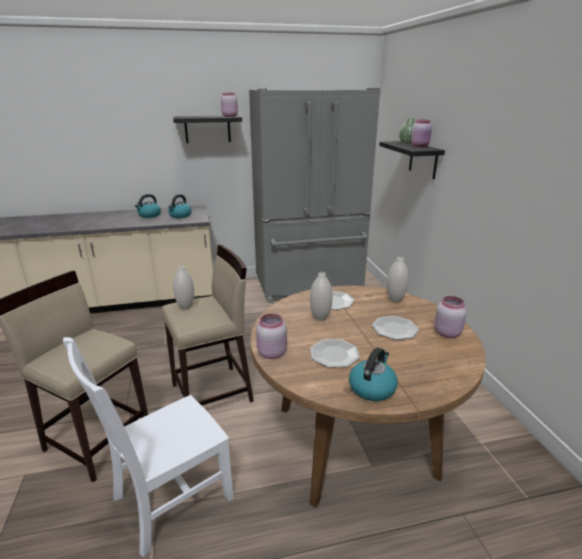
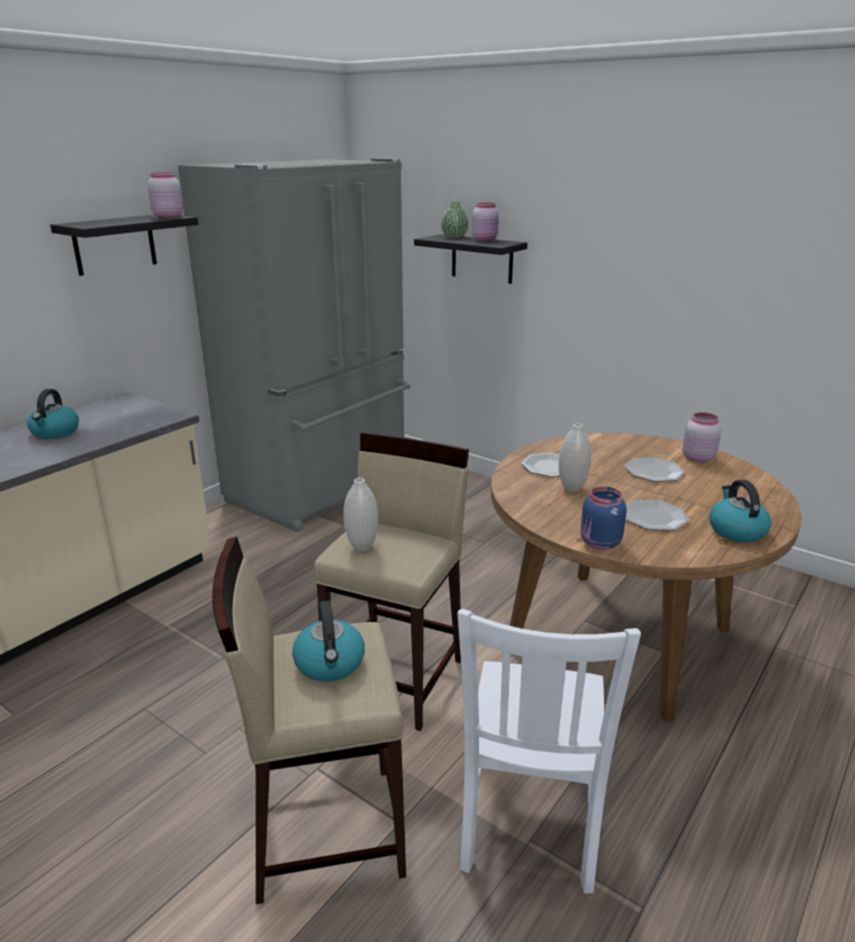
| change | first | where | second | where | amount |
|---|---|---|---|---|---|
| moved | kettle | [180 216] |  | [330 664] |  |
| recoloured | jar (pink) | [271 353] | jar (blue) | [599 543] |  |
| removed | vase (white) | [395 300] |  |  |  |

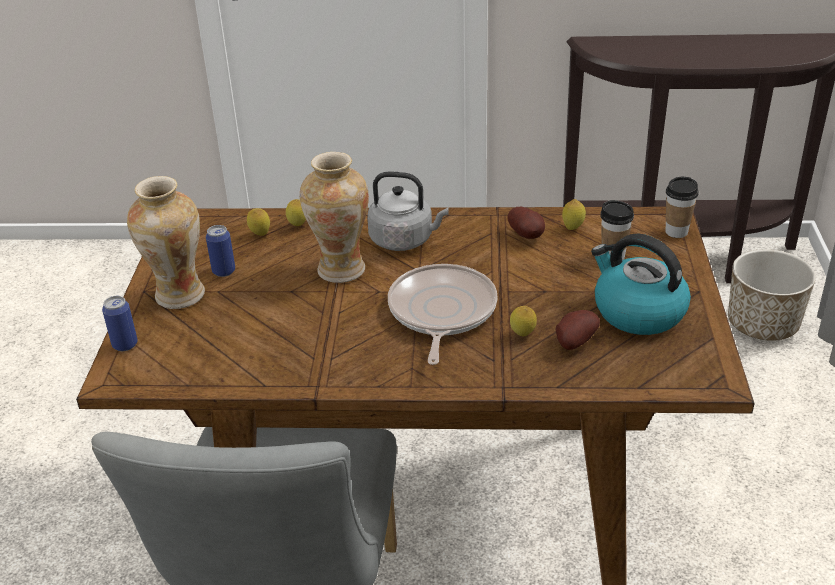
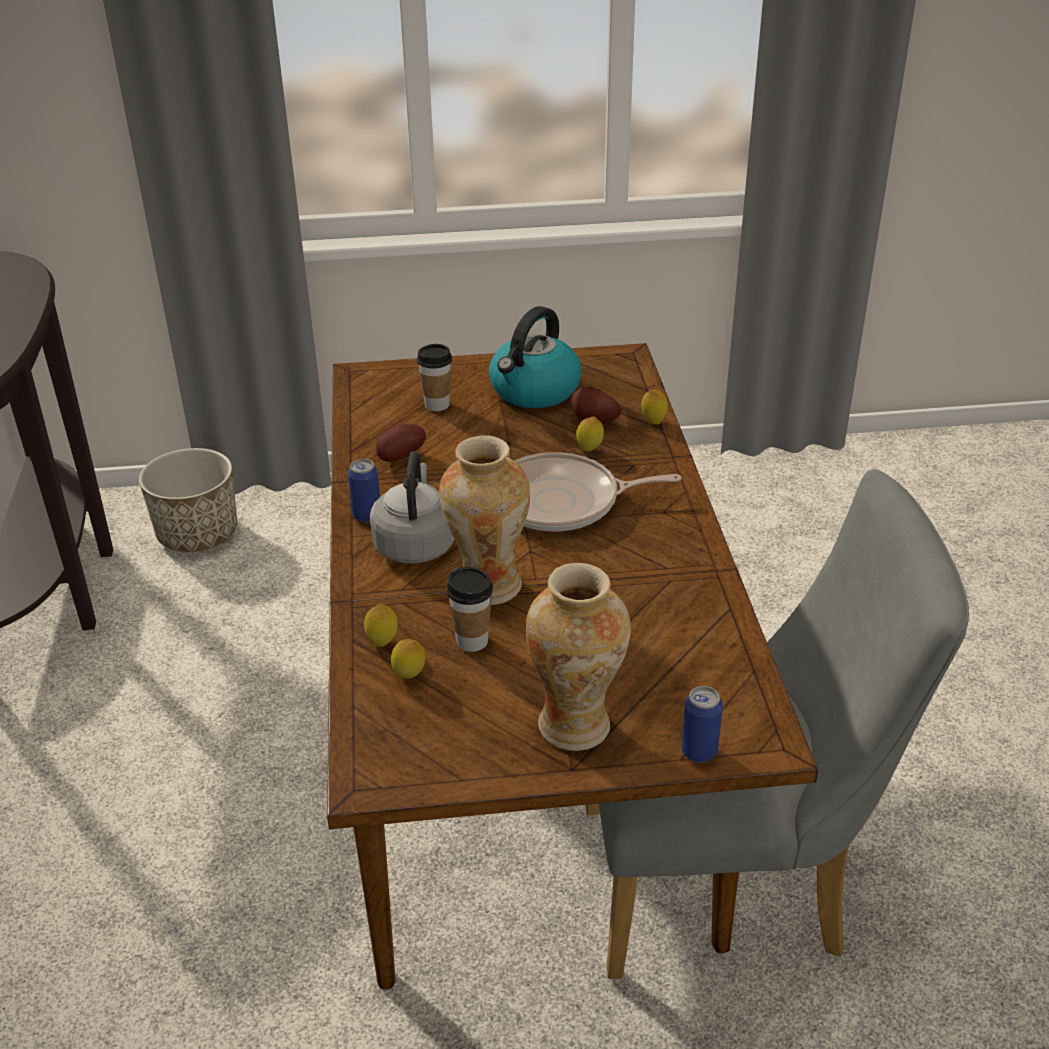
| change | first | where | second | where | amount |
|---|---|---|---|---|---|
| moved | can | [224 271] |  | [367 515] |  |
| moved | cup | [676 232] |  | [472 641] |  |
| moved | lemon | [572 228] |  | [653 422] |  |

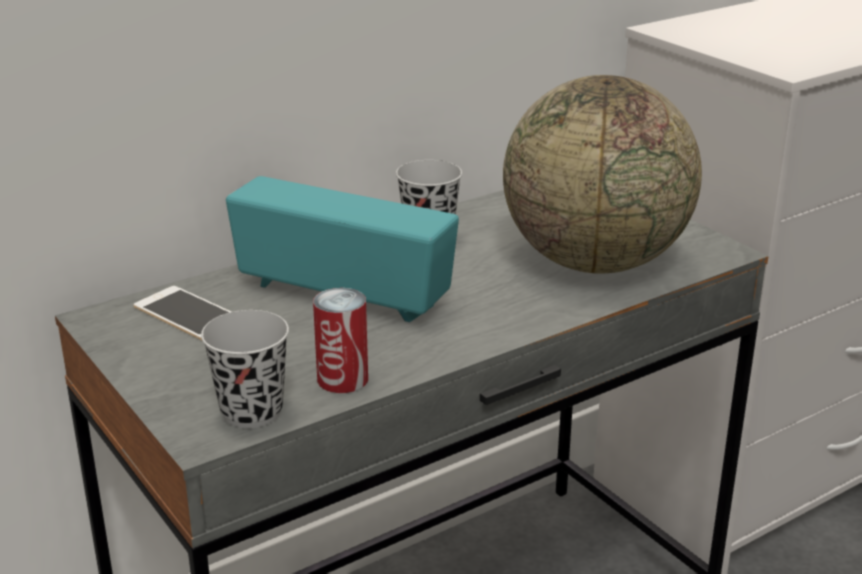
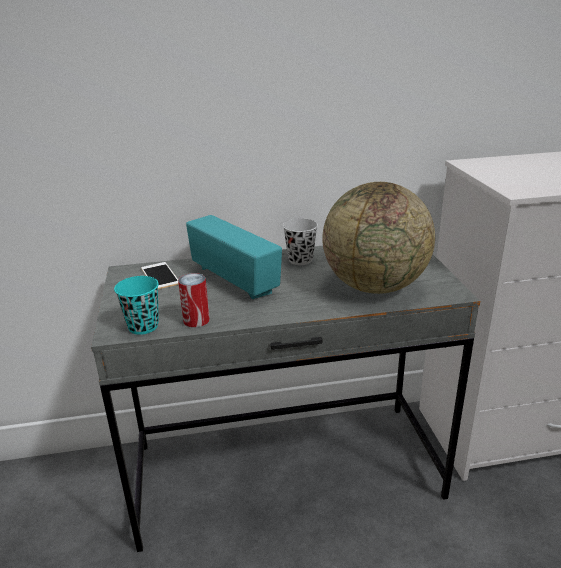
| change | first | where | second | where | amount |
|---|---|---|---|---|---|
| recoloured | cup (black) | [252 412] | cup (turquoise) | [143 326] |  |

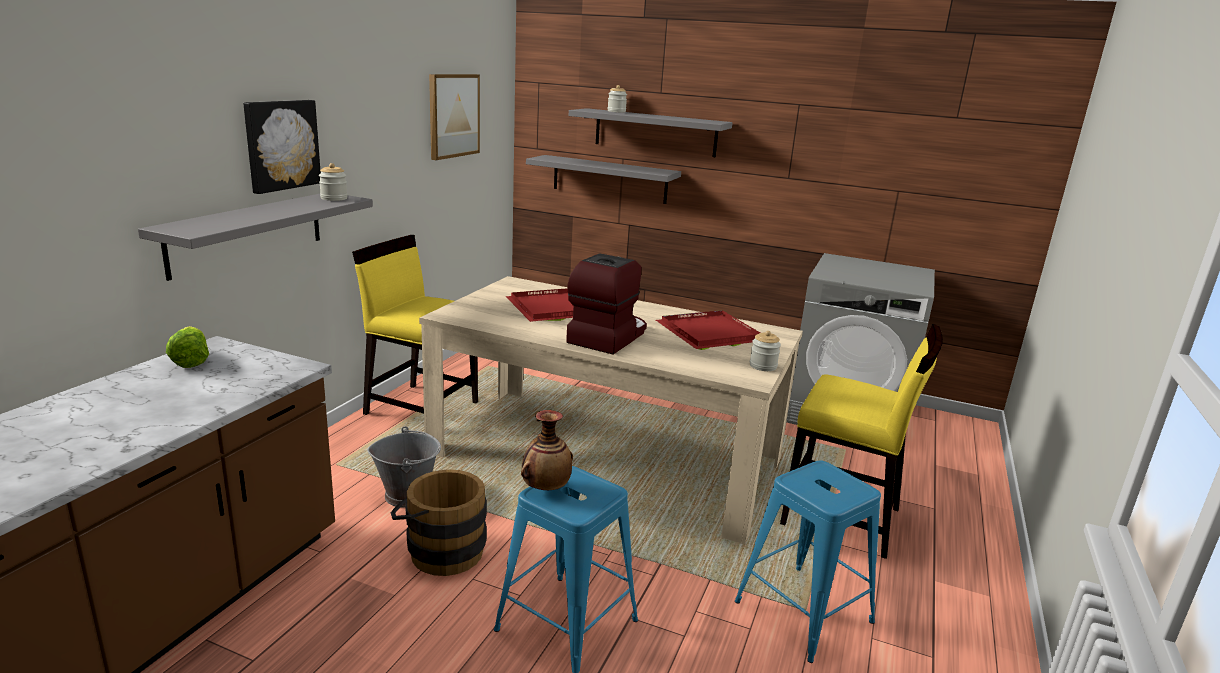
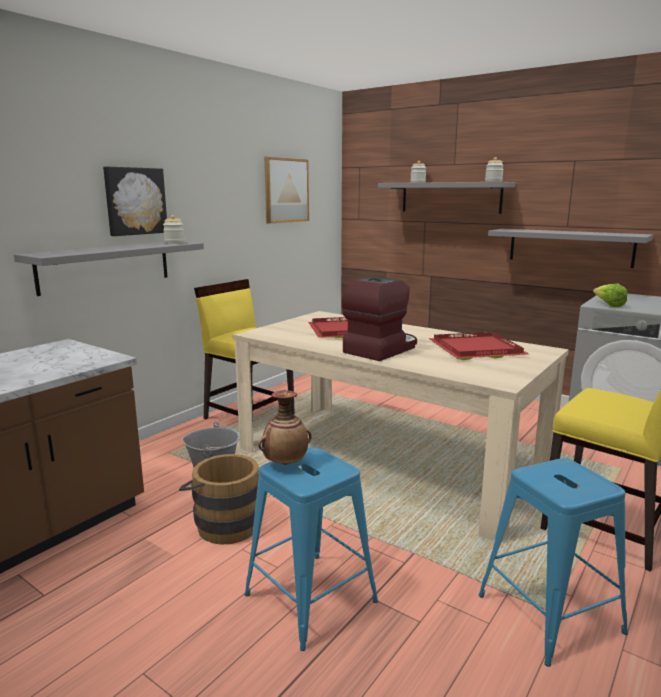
| change | first | where | second | where | amount |
|---|---|---|---|---|---|
| moved | jar | [763 366] |  | [493 181] |  |
| moved | shelf (grey) | [609 179] |  | [570 247] |  |
| moved | lettuce | [190 361] |  | [608 305] |  |

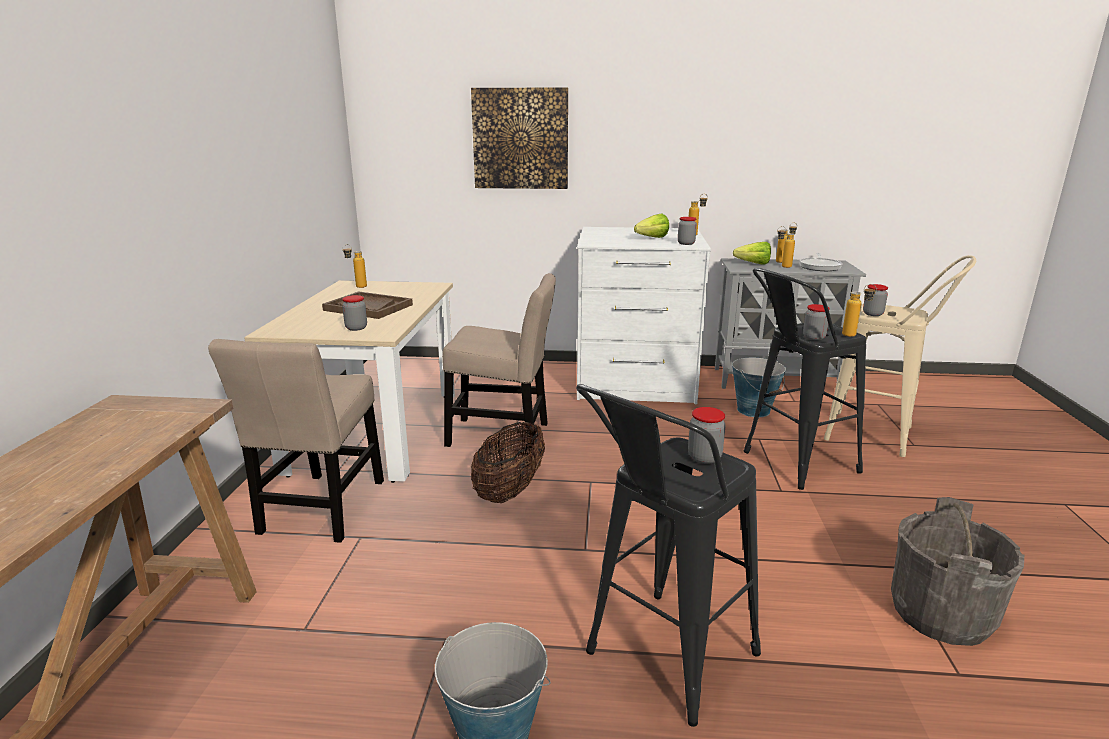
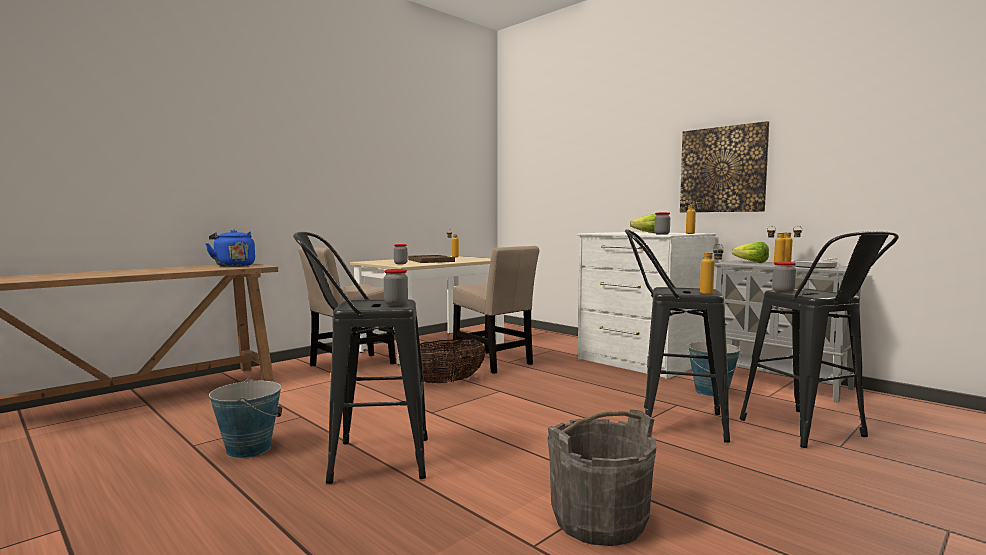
| change | first | where | second | where | amount |
|---|---|---|---|---|---|
| added |  |  | kettle (blue) | [233 265] |  |
| moved | picture | [520 139] |  | [722 169] |  |
| recoloured | stool (beige) | [880 436] | stool (black) | [811 432] |  |
| removed | jar | [814 337] |  |  |  |

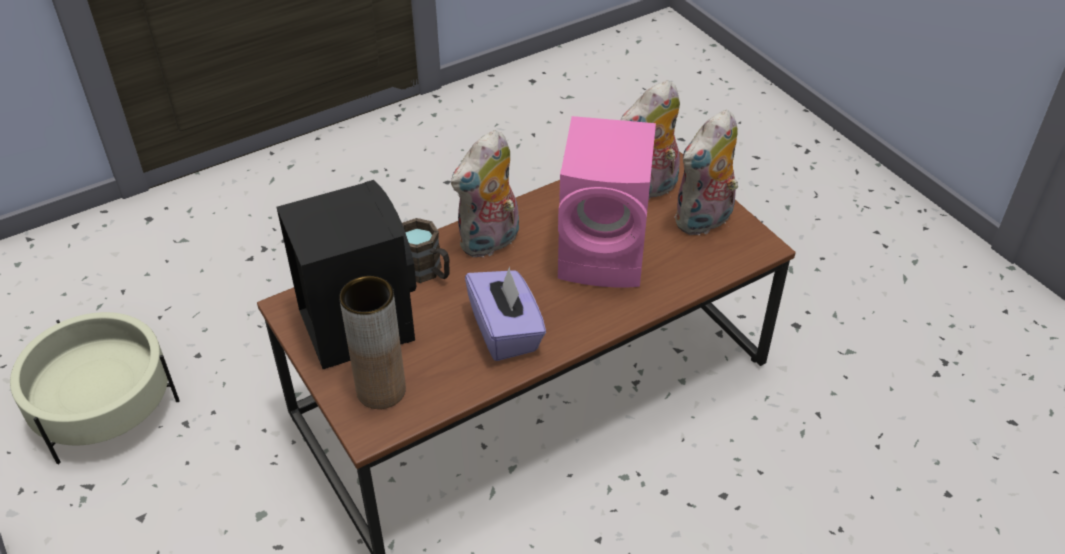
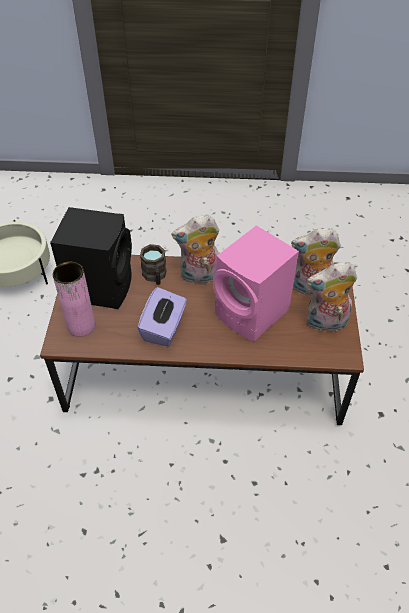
| change | first | where | second | where | amount |
|---|---|---|---|---|---|
| recoloured | vase (brown) | [381 390] | vase (pink) | [81 326] |  |

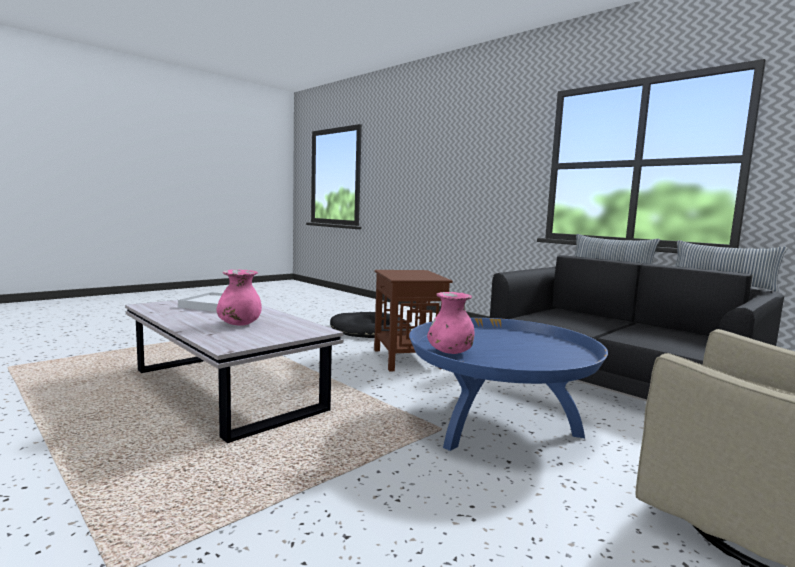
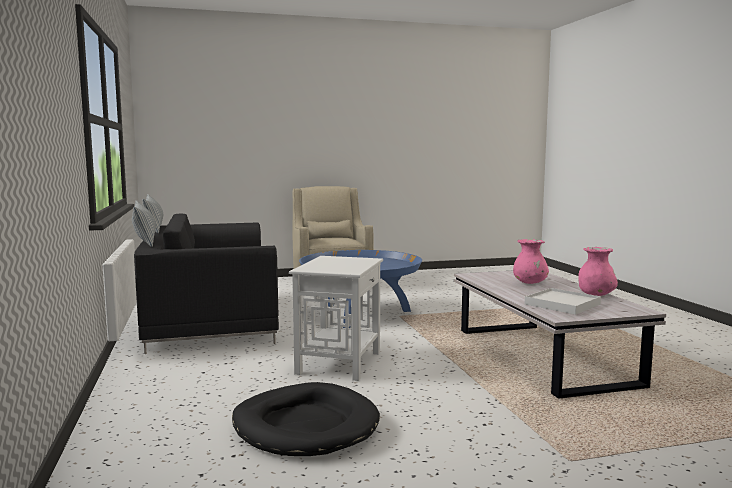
| change | first | where | second | where | amount |
|---|---|---|---|---|---|
| recoloured | side table (brown) | [407 359] | side table (white) | [339 362] |  |
| moved | vase (pink) | [450 352] |  | [596 295] |  |

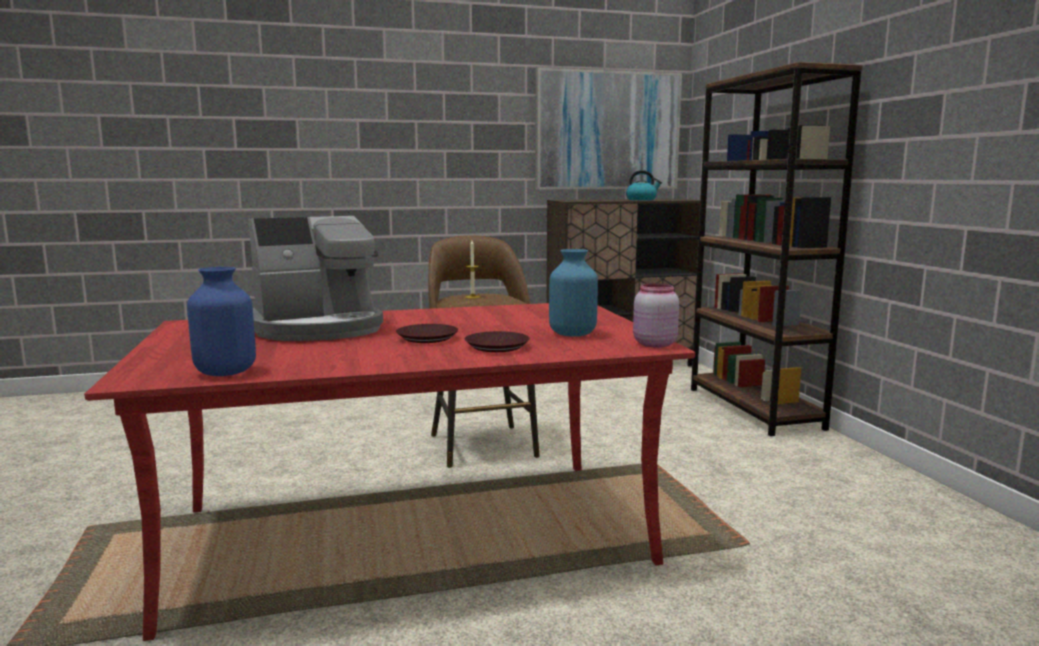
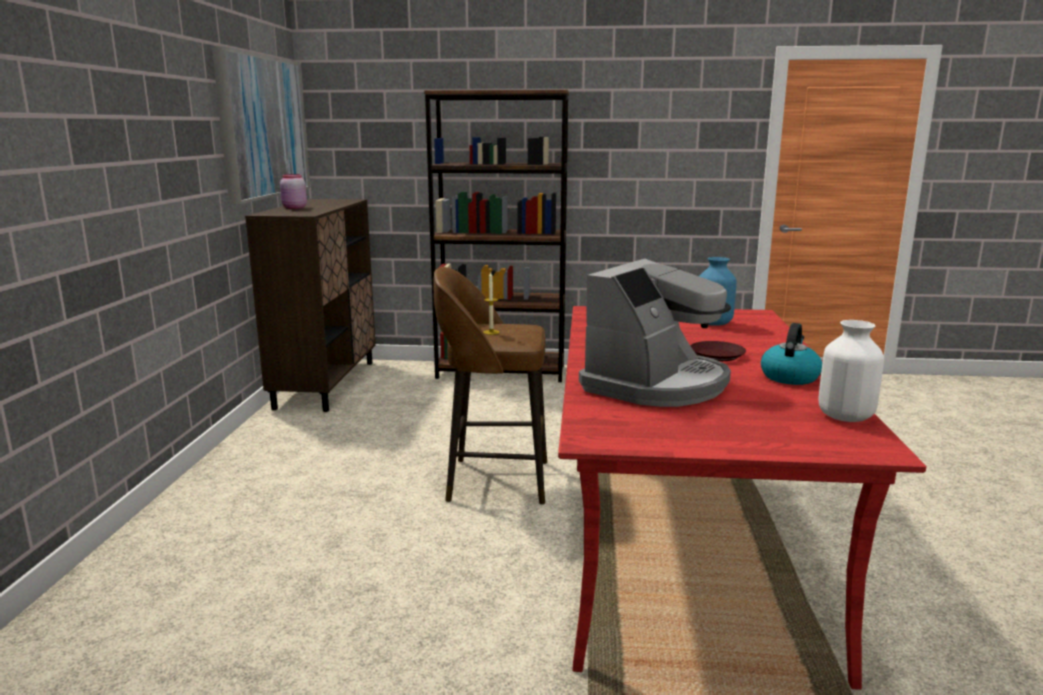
| change | first | where | second | where | amount |
|---|---|---|---|---|---|
| moved | jar (pink) | [653 344] |  | [294 208] |  |
| turned | coffee machine | [318 328] |  | [657 384] | 45 degrees clockwise |
| moved | kettle | [641 199] |  | [789 377] |  |
| recoloured | vase (blue) | [224 372] | vase (white) | [845 417] |  |
| removed | plate (brown) | [497 346] |  |  |  |

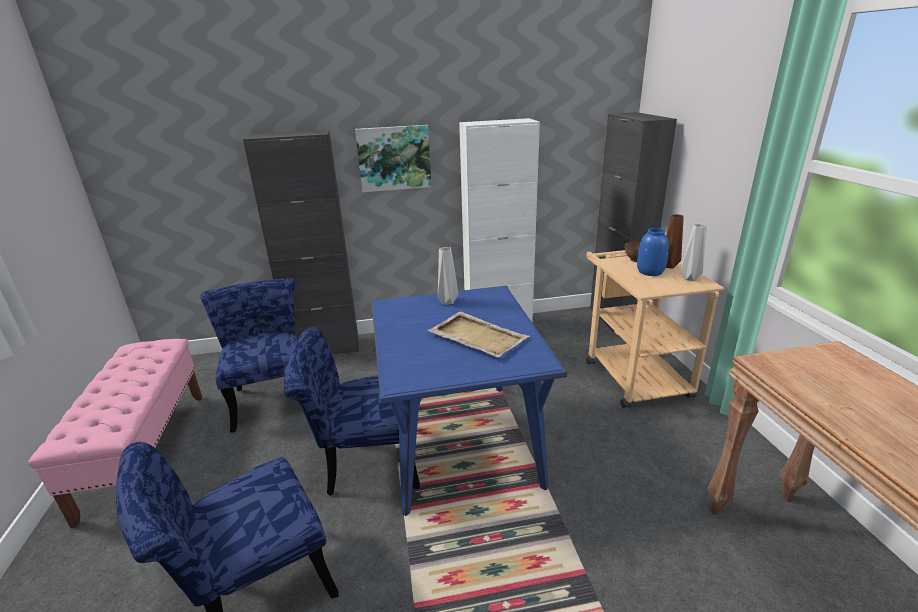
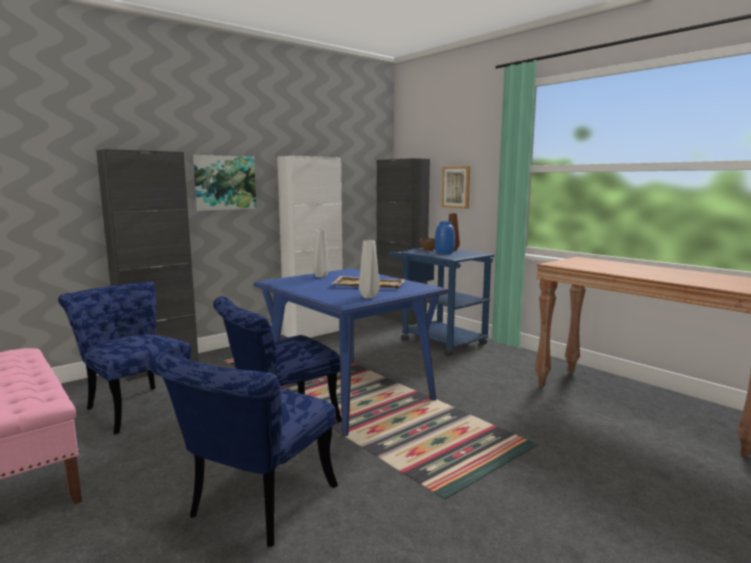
| change | first | where | second | where | amount |
|---|---|---|---|---|---|
| moved | vase (grey) | [690 278] |  | [369 296] |  |
| recoloured | cart (beige) | [632 373] | cart (blue) | [437 340] |  |
| added |  |  | picture | [456 187] |  |

